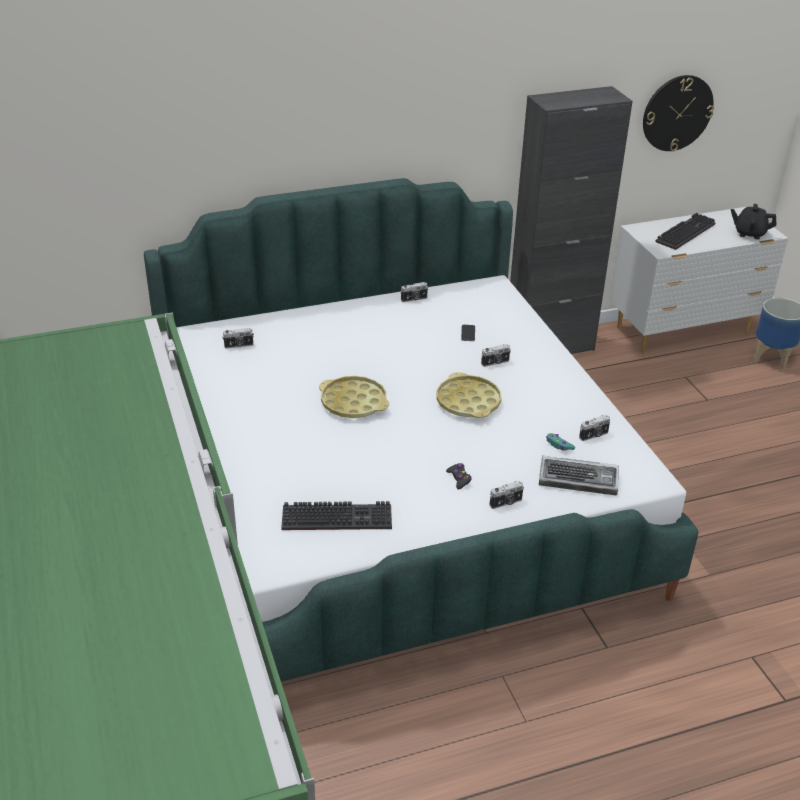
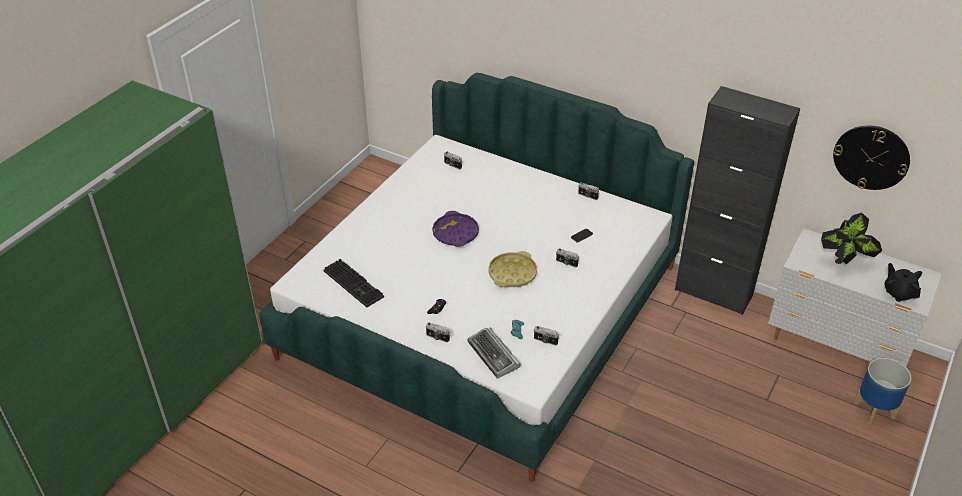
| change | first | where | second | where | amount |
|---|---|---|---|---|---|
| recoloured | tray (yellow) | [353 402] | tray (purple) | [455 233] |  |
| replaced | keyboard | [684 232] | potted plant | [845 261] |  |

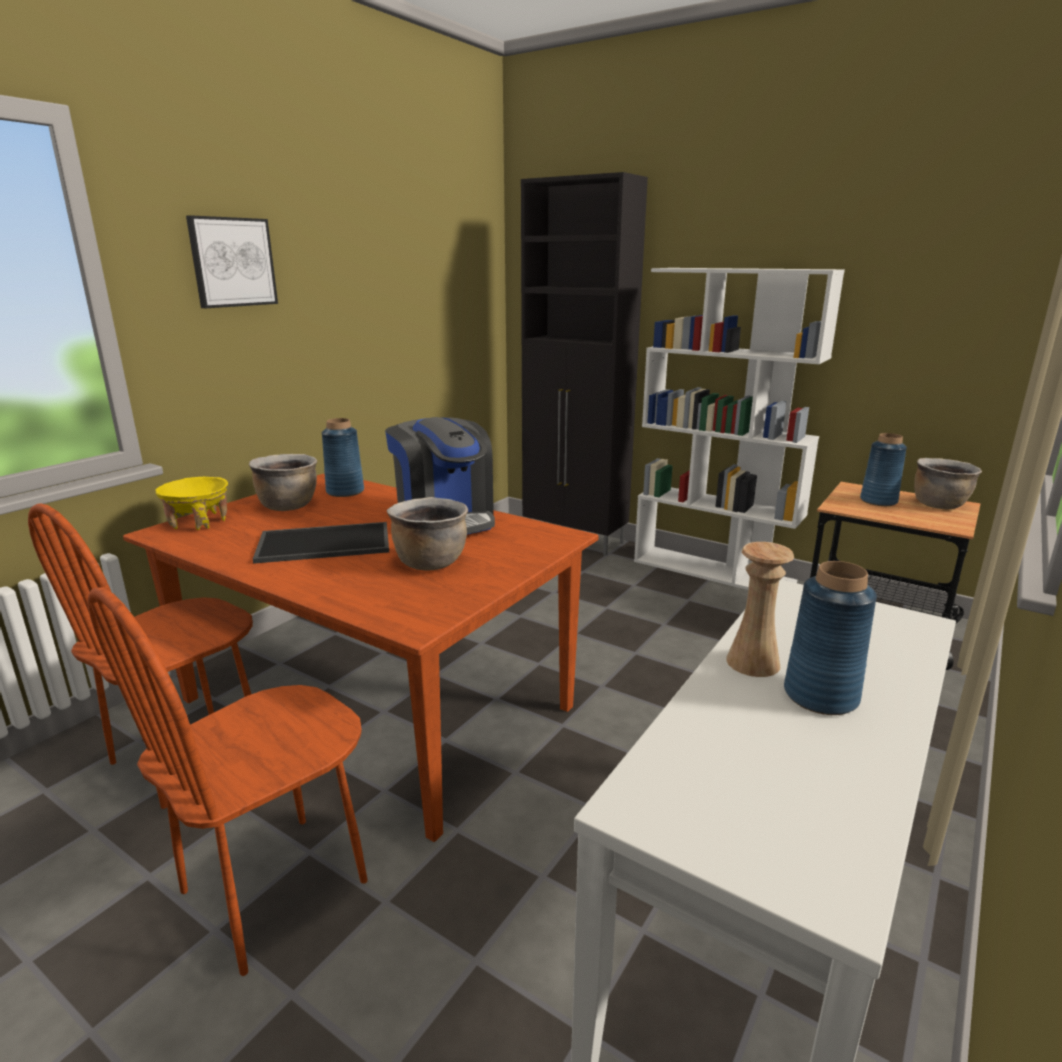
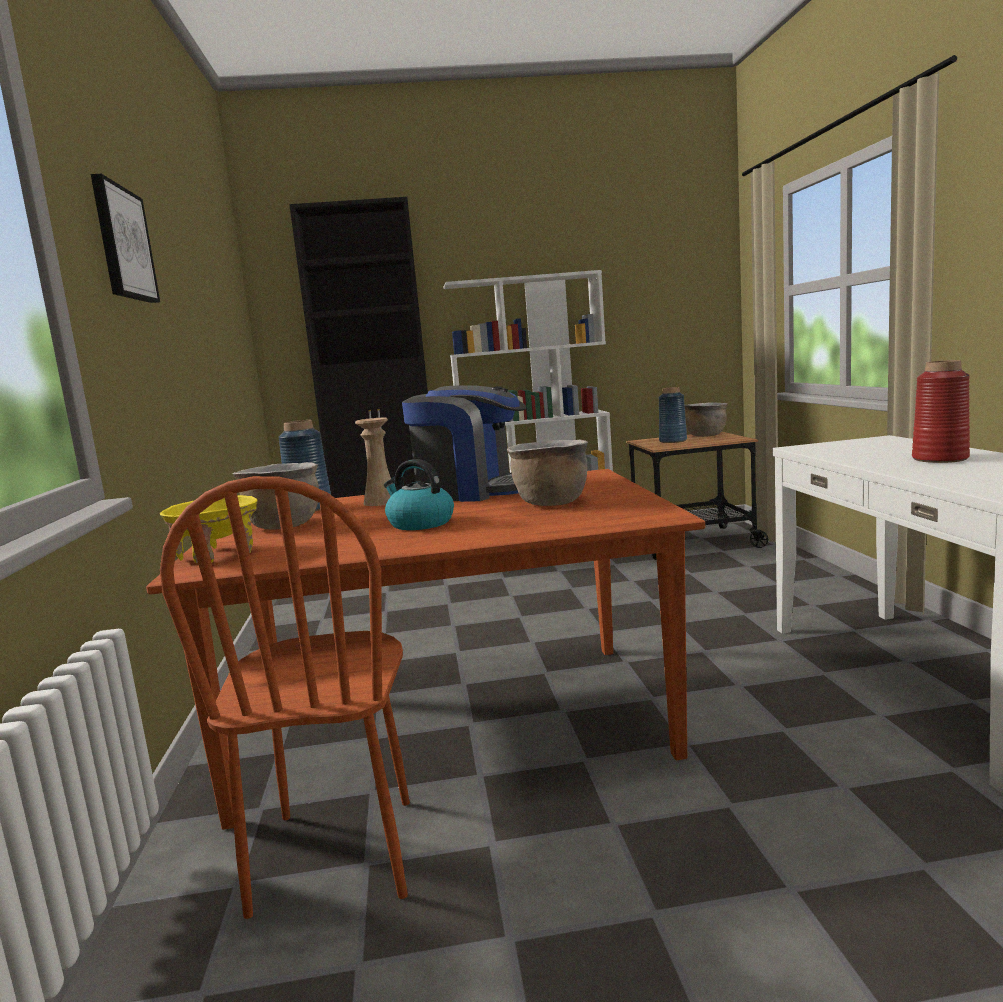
| change | first | where | second | where | amount |
|---|---|---|---|---|---|
| moved | vase (beige) | [753 662] |  | [381 502] |  |
| replaced | tray | [322 544] | kettle | [419 523] |  |
| recoloured | vase (blue) | [821 695] | vase (red) | [939 459] |  |
| removed | chair (brown) | [275 887] |  |  |  |

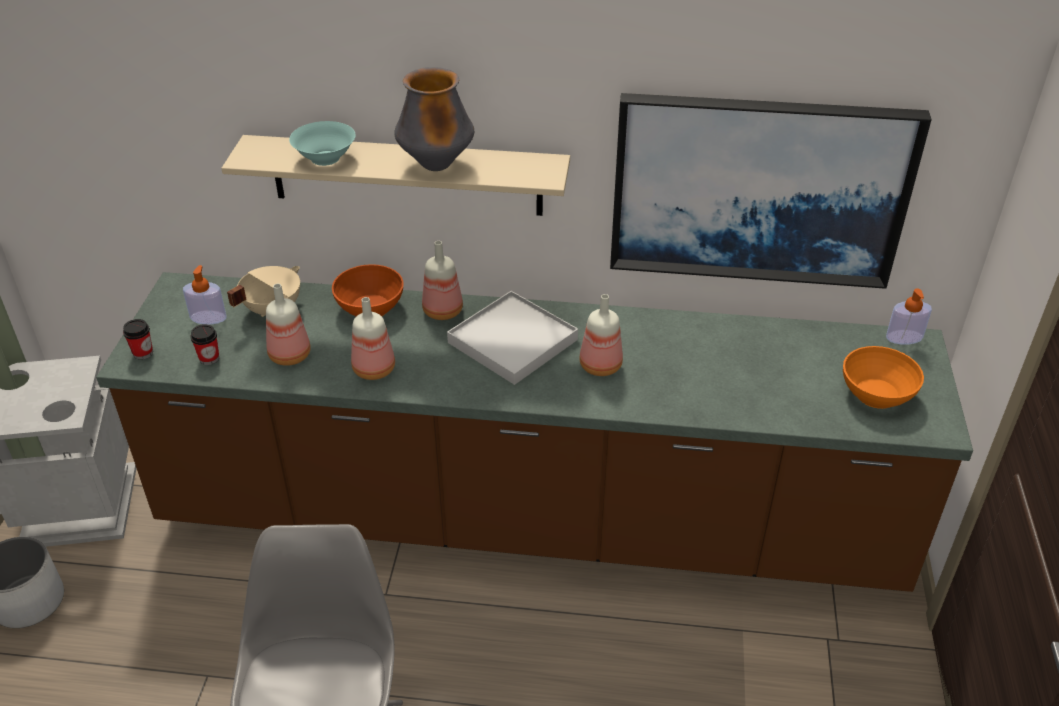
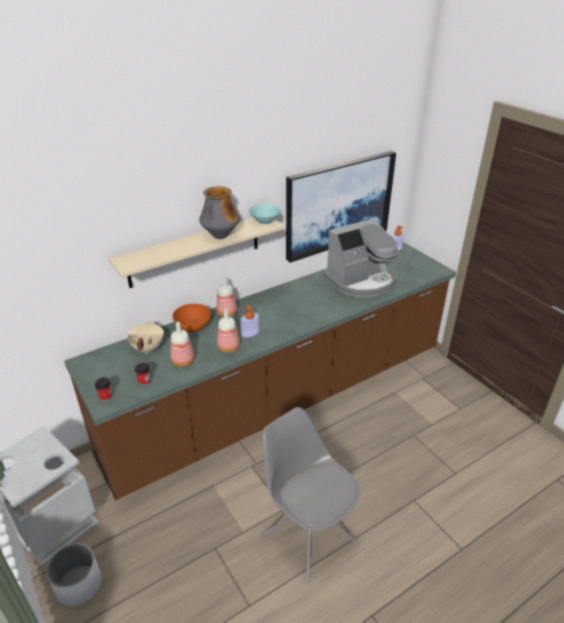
| change | first | where | second | where | amount |
|---|---|---|---|---|---|
| moved | soap dispenser | [208 317] |  | [250 333] |  |
| moved | bowl (turquoise) | [325 158] |  | [265 221] |  |
| added |  |  | coffee machine | [361 281] |  |
| removed | tray (white) | [512 341] |  |  |  |
| removed | bottle | [599 366] |  |  |  |
| removed | bowl (orange) | [877 393] |  |  |  |

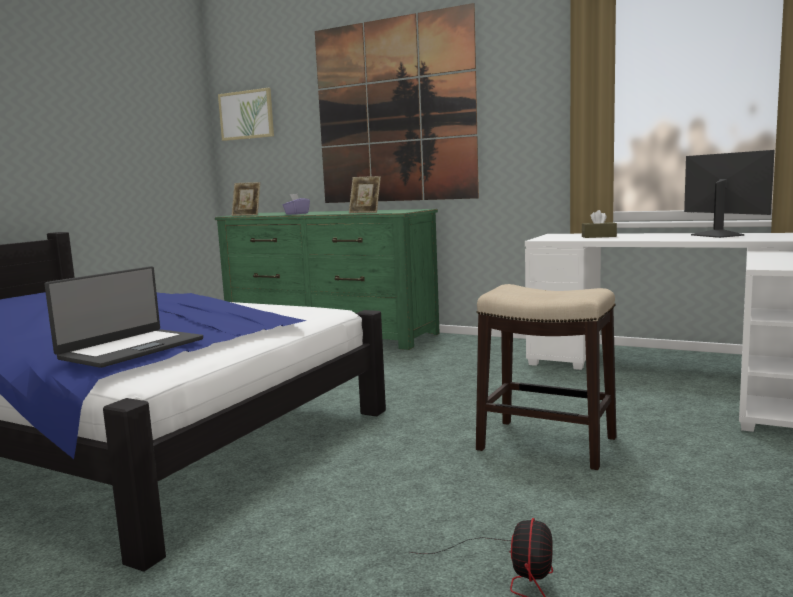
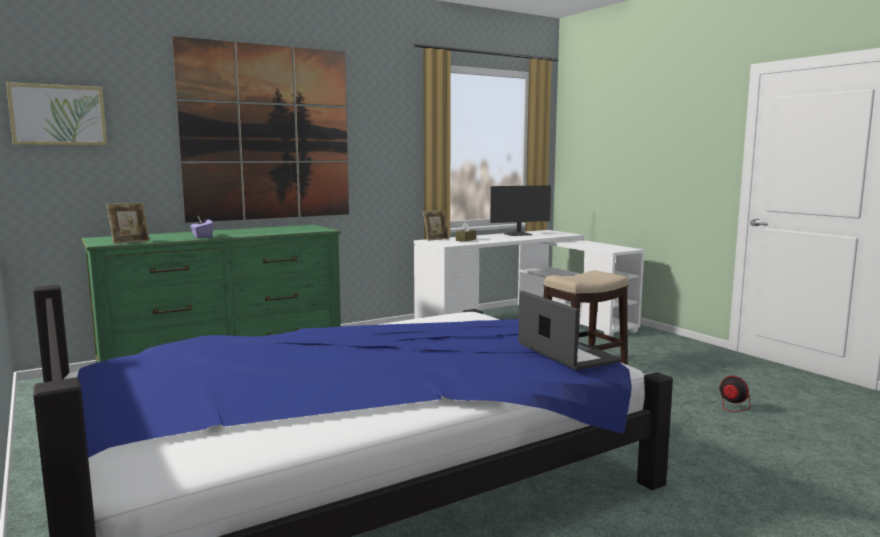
| change | first | where | second | where | amount |
|---|---|---|---|---|---|
| moved | picture frame | [365 212] |  | [436 239] |  |
| turned | monitor | [717 235] |  | [518 234] | 150 degrees clockwise |

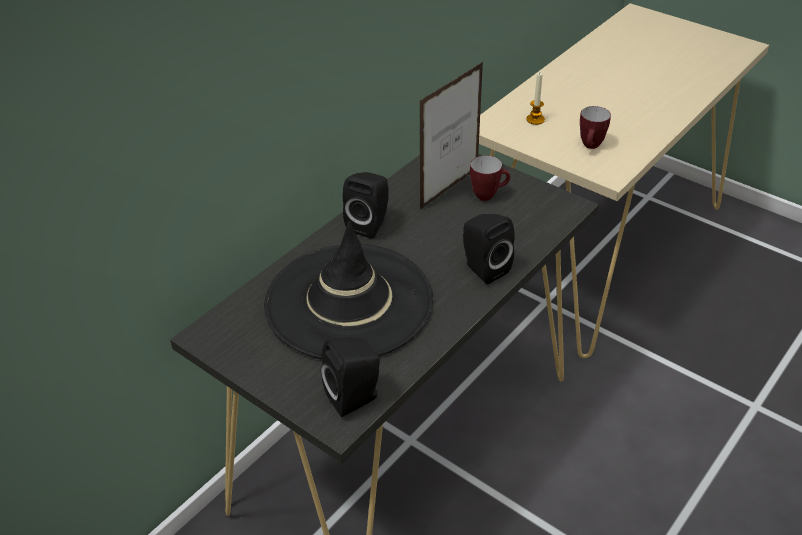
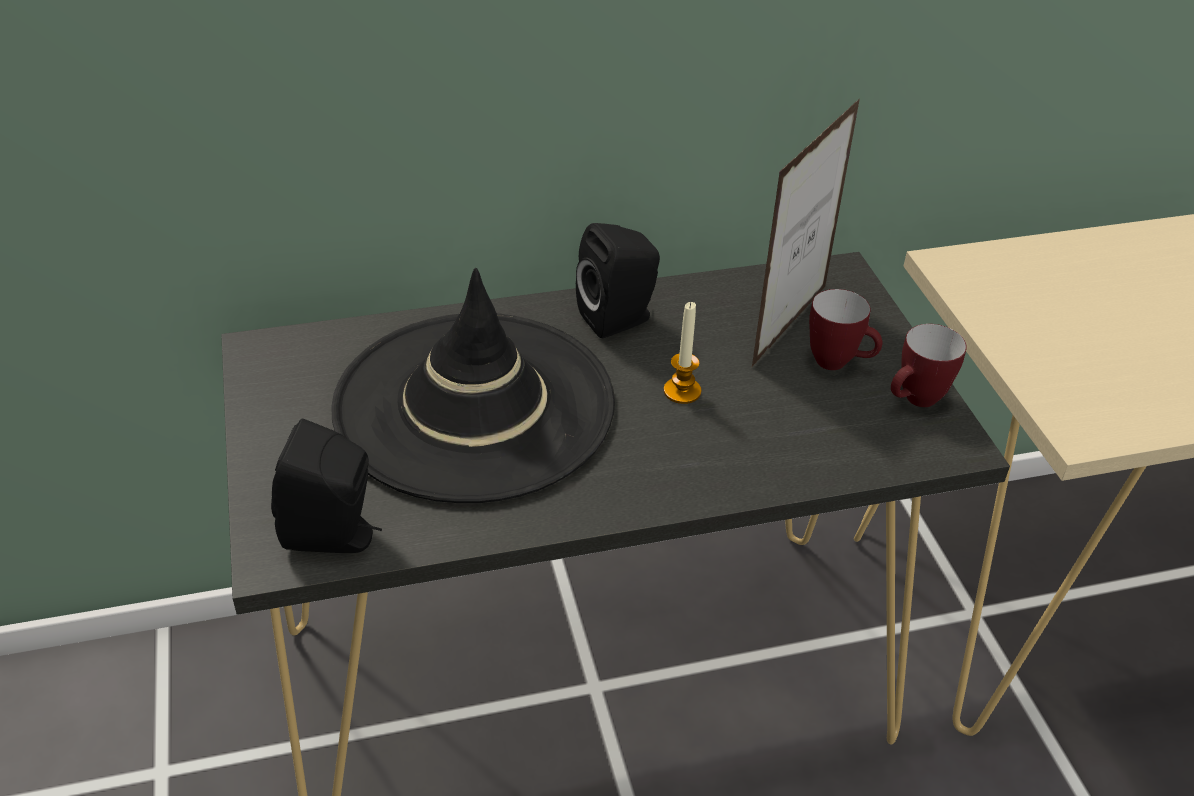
| change | first | where | second | where | amount |
|---|---|---|---|---|---|
| moved | candle | [535 119] |  | [682 391] |  |
| turned | picture frame | [449 188] |  | [789 325] | 135 degrees clockwise |
| moved | mug | [591 147] |  | [915 402] |  |
| removed | speaker (black) | [483 268] |  |  |  |

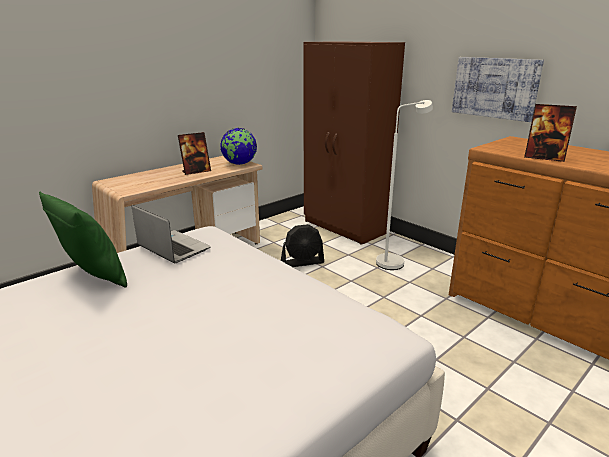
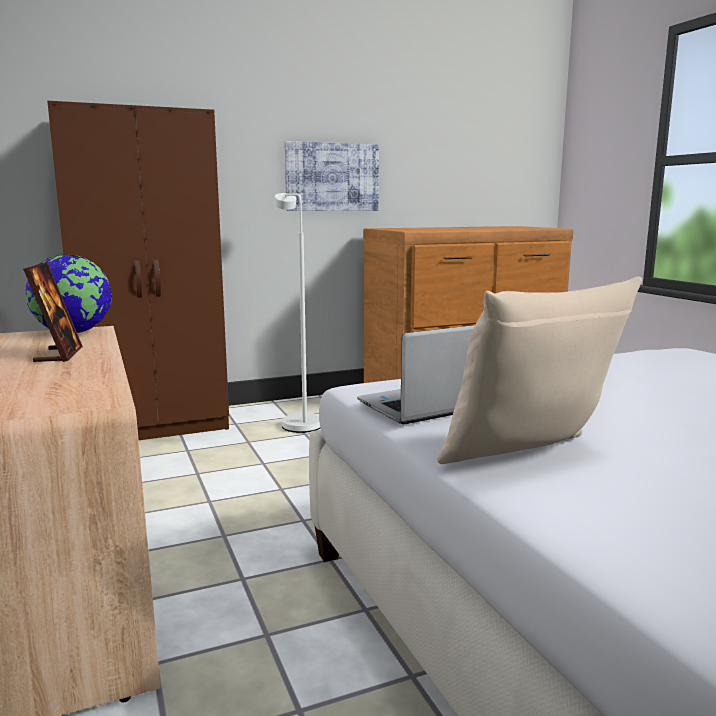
| change | first | where | second | where | amount |
|---|---|---|---|---|---|
| recoloured | pillow (green) | [94 276] | pillow (beige) | [529 458] |  |
| removed | fan (black) | [302 262] |  |  |  |
| removed | picture frame | [544 158] |  |  |  |

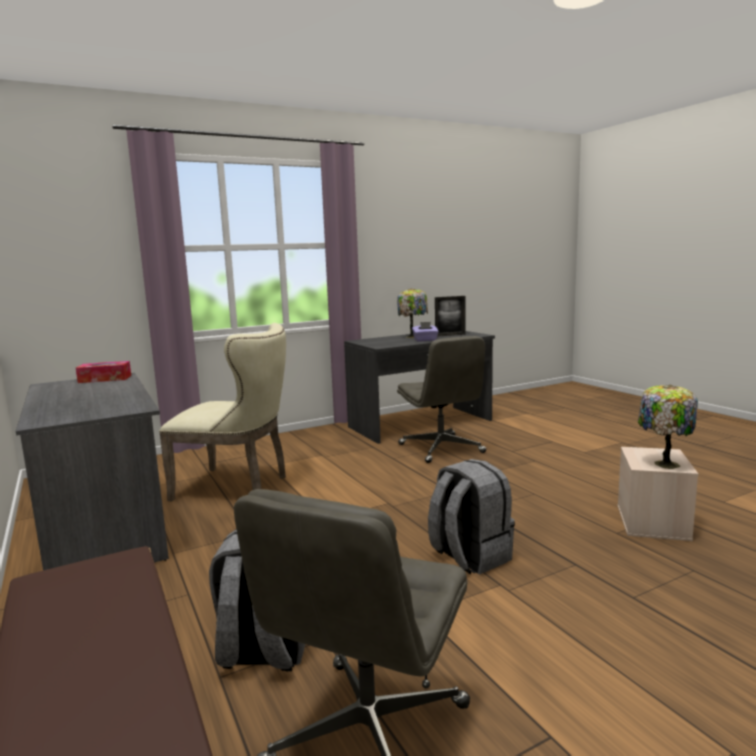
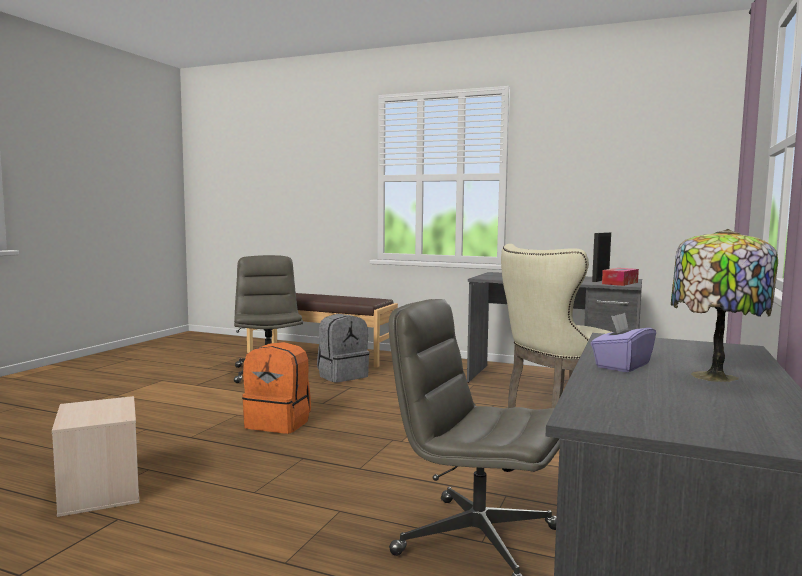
| change | first | where | second | where | amount |
|---|---|---|---|---|---|
| recoloured | backpack (grey) | [469 556] | backpack (orange) | [279 423] |  |
| moved | picture frame | [450 335] |  | [600 280] |  |
| removed | table lamp | [664 464] |  |  |  |

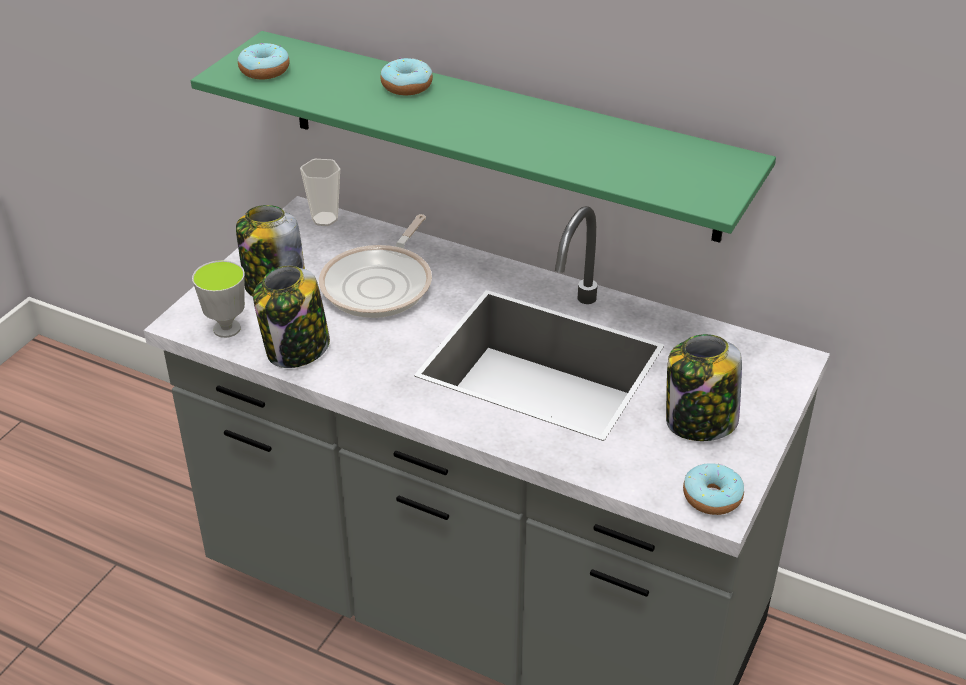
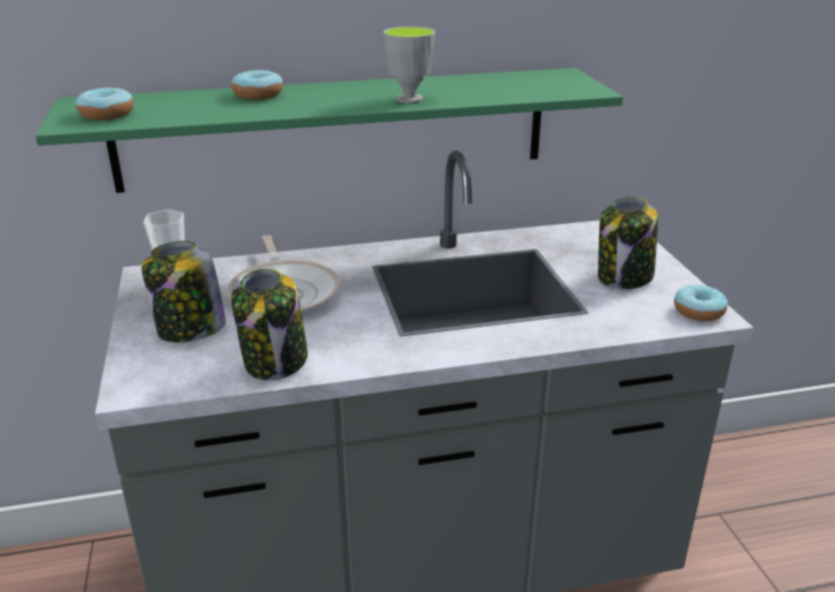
| change | first | where | second | where | amount |
|---|---|---|---|---|---|
| moved | cup | [227 329] |  | [409 99] |  |

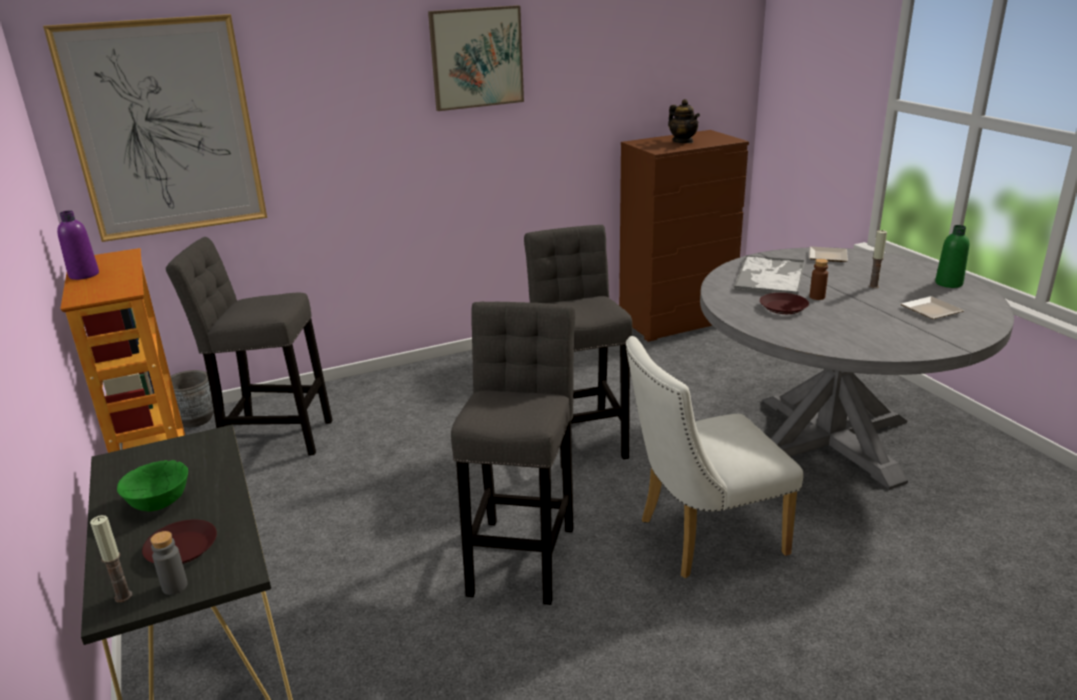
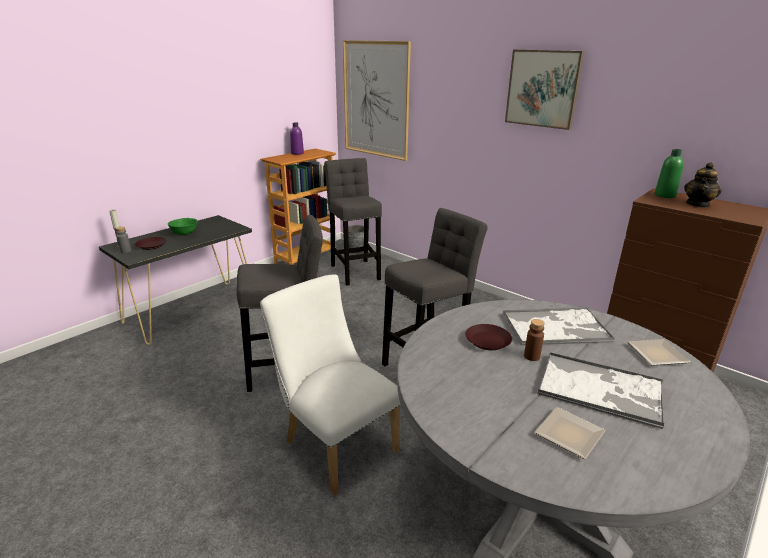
| change | first | where | second | where | amount |
|---|---|---|---|---|---|
| replaced | candle | [873 286] | tray | [601 389] |  |
| moved | bottle (green) | [948 283] |  | [665 195] |  |

